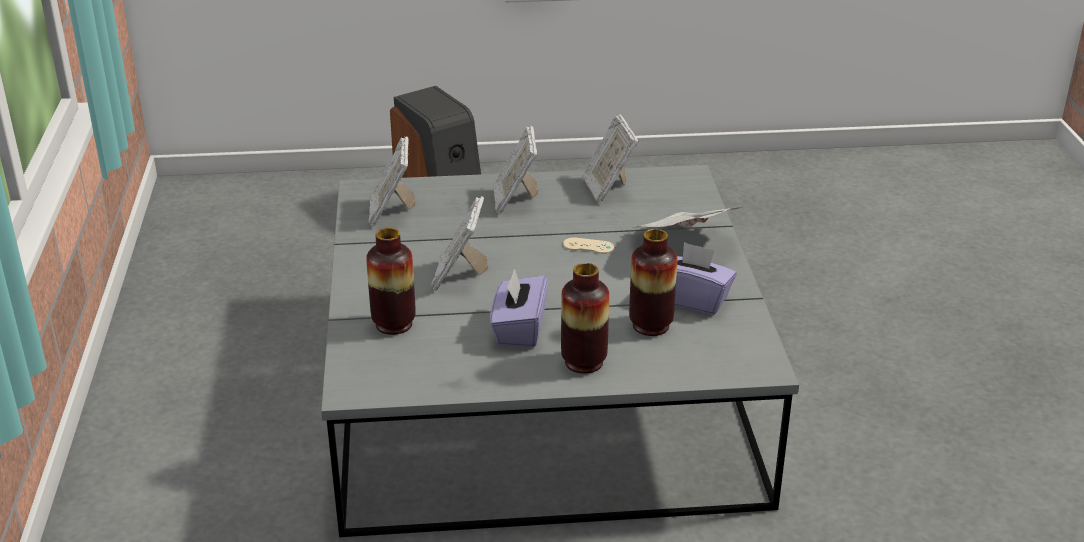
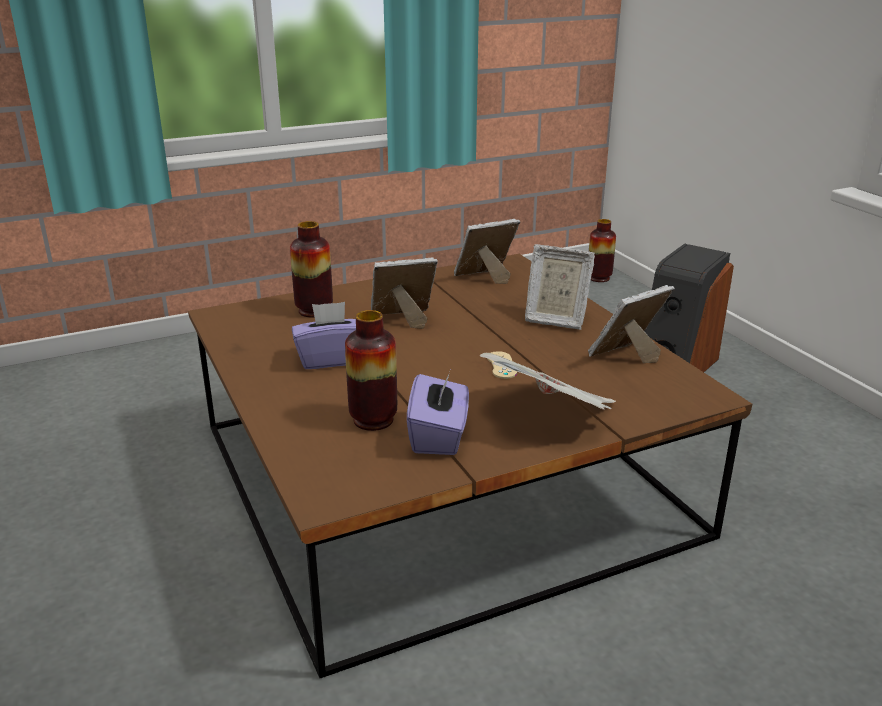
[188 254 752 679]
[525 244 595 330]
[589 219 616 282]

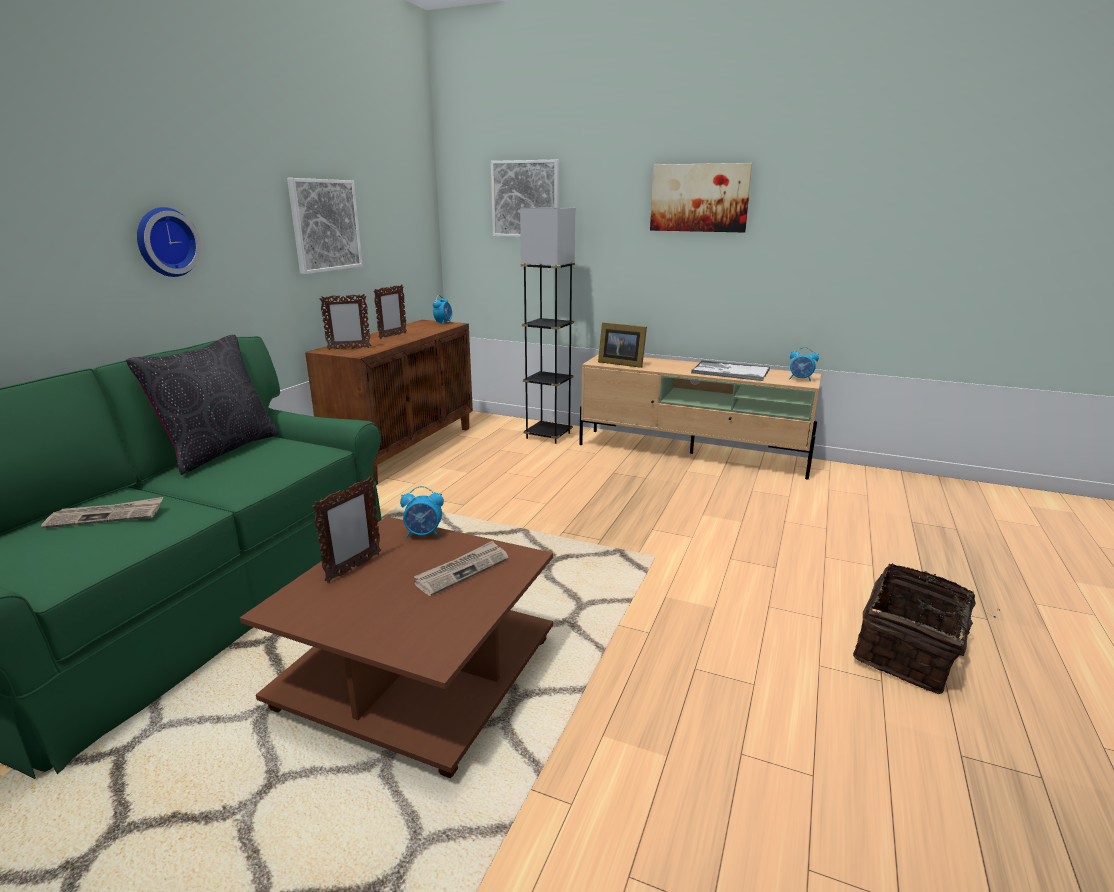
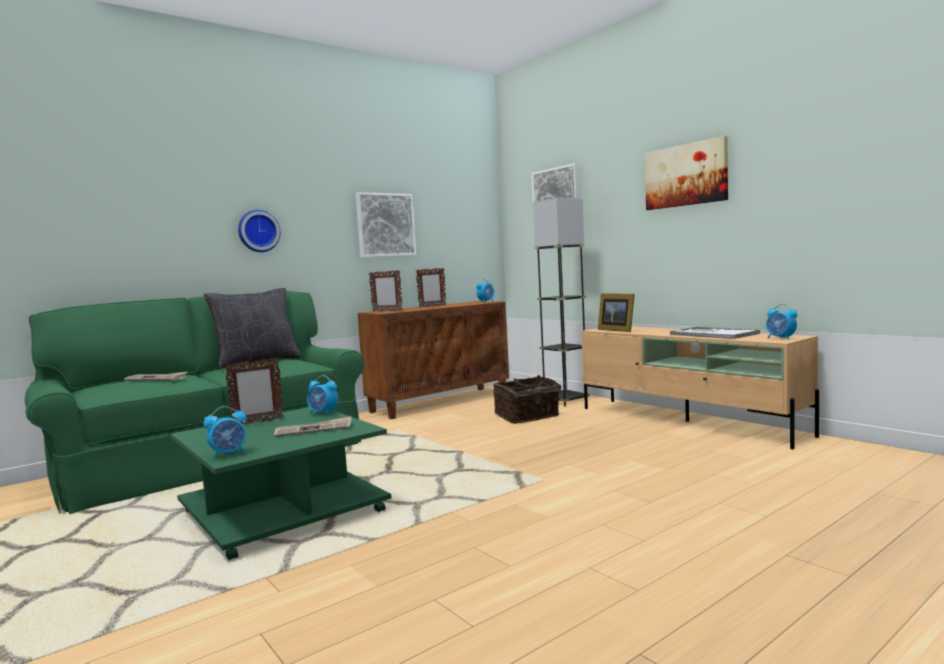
[171 407 391 560]
[493 375 564 424]
[203 406 246 459]

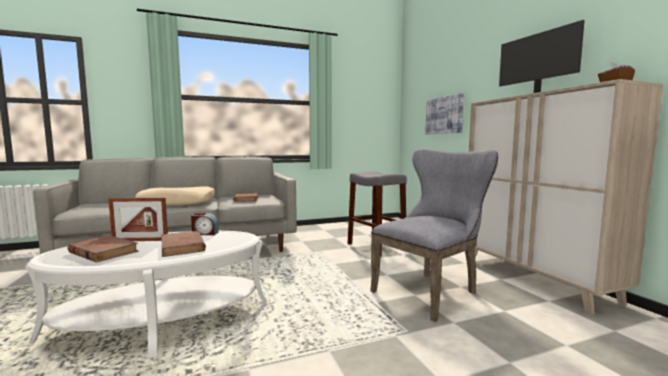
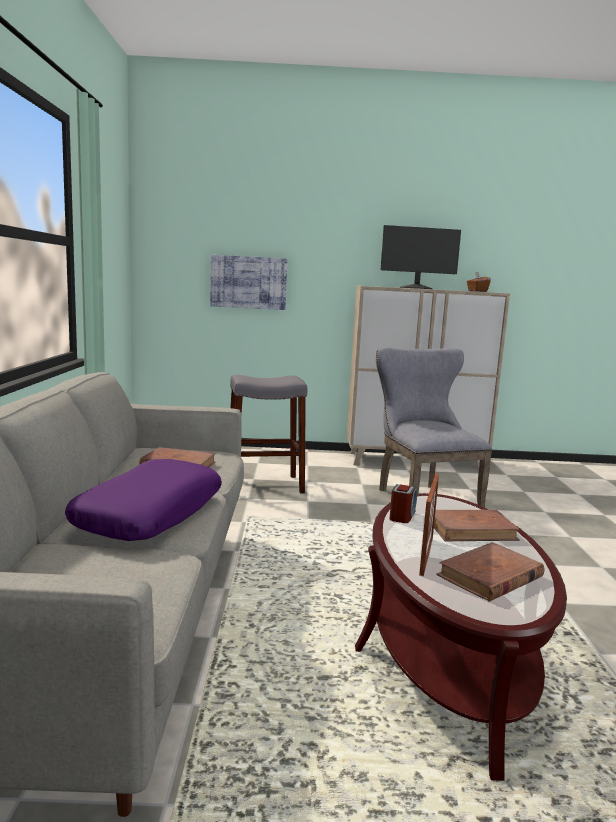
[355 493 567 781]
[65 459 222 541]

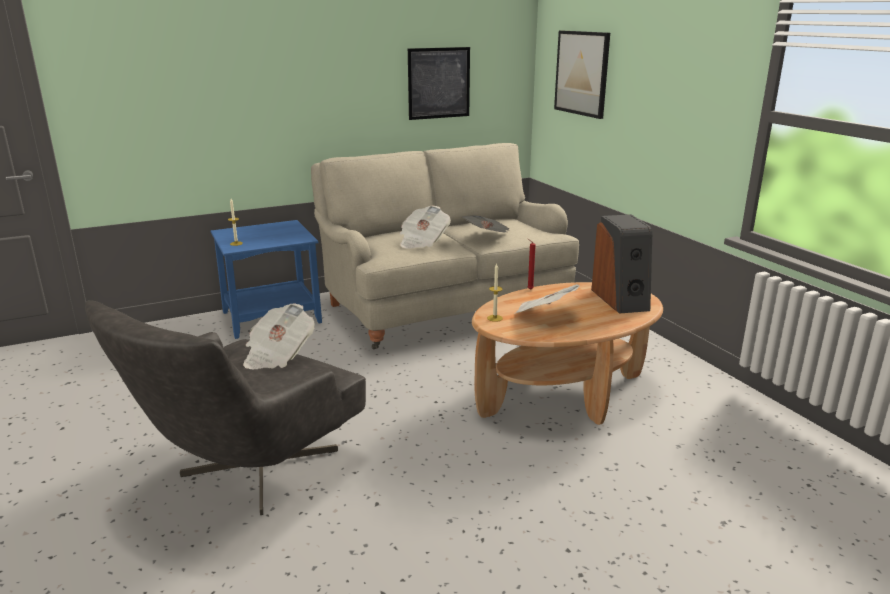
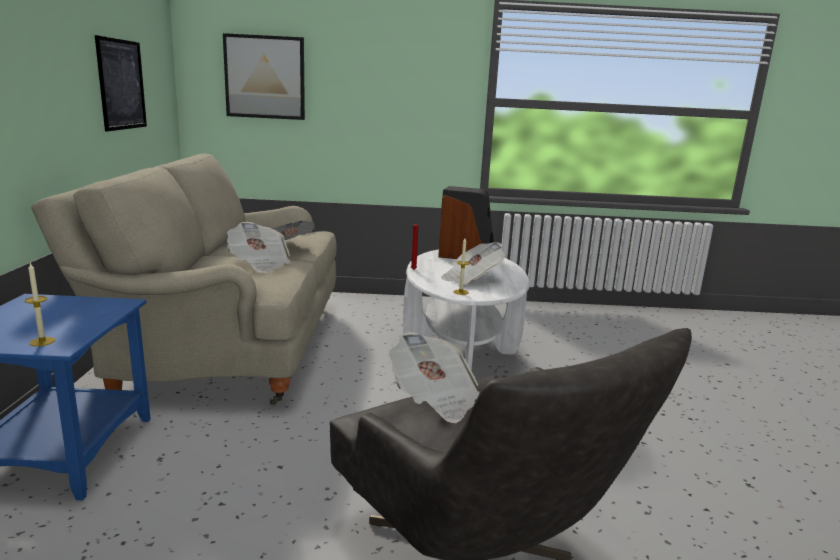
[403 249 530 370]

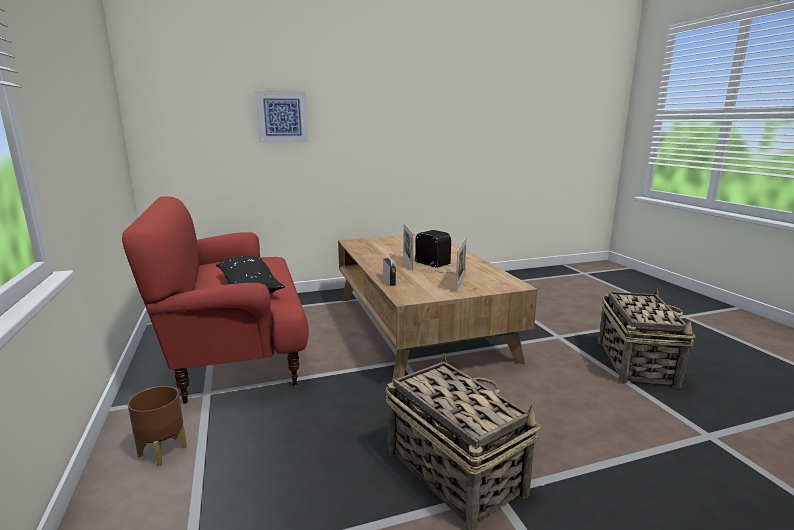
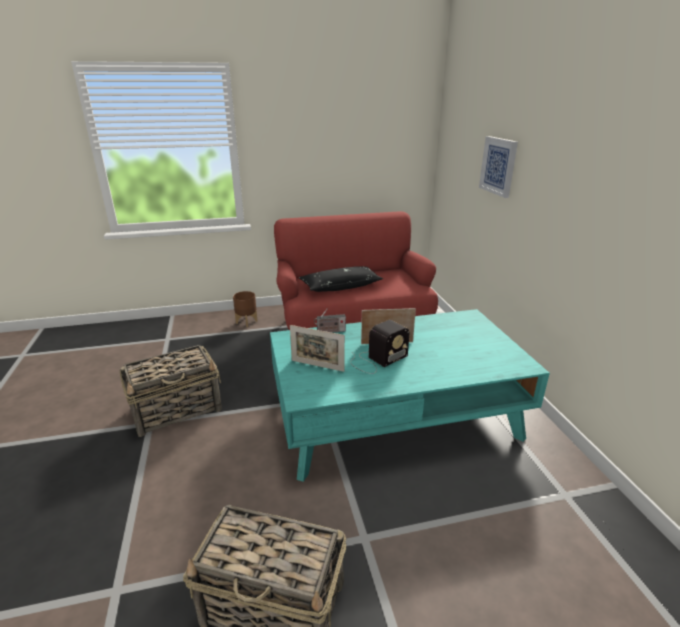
[270 309 550 482]

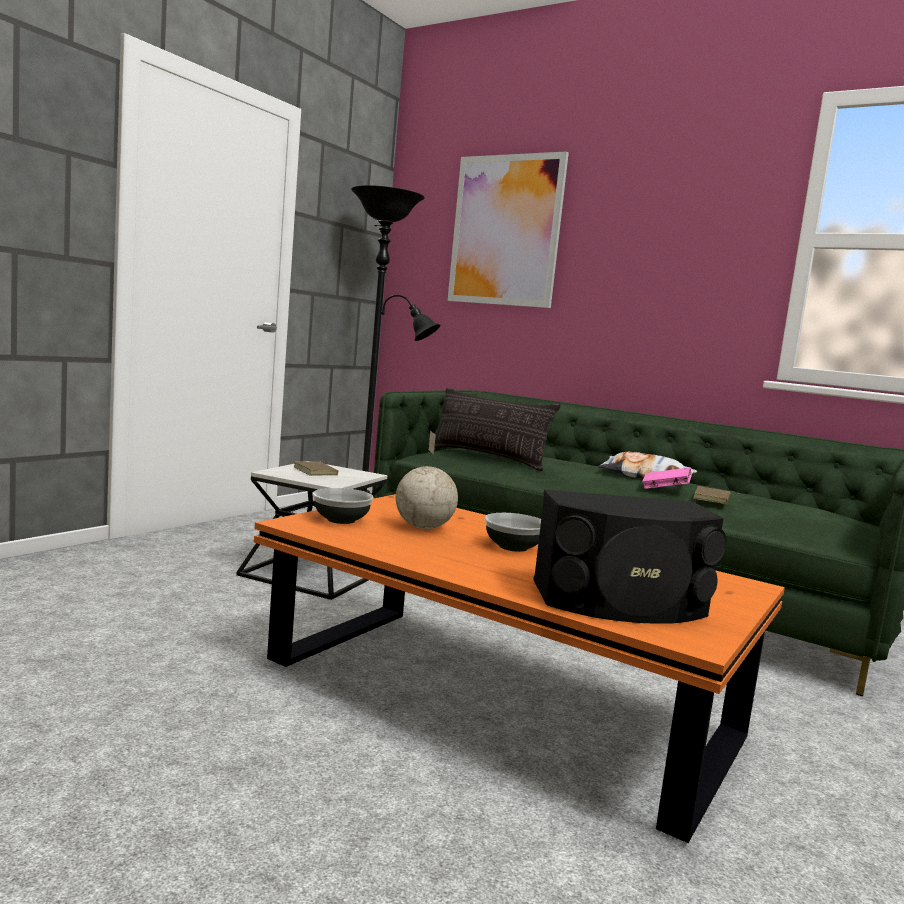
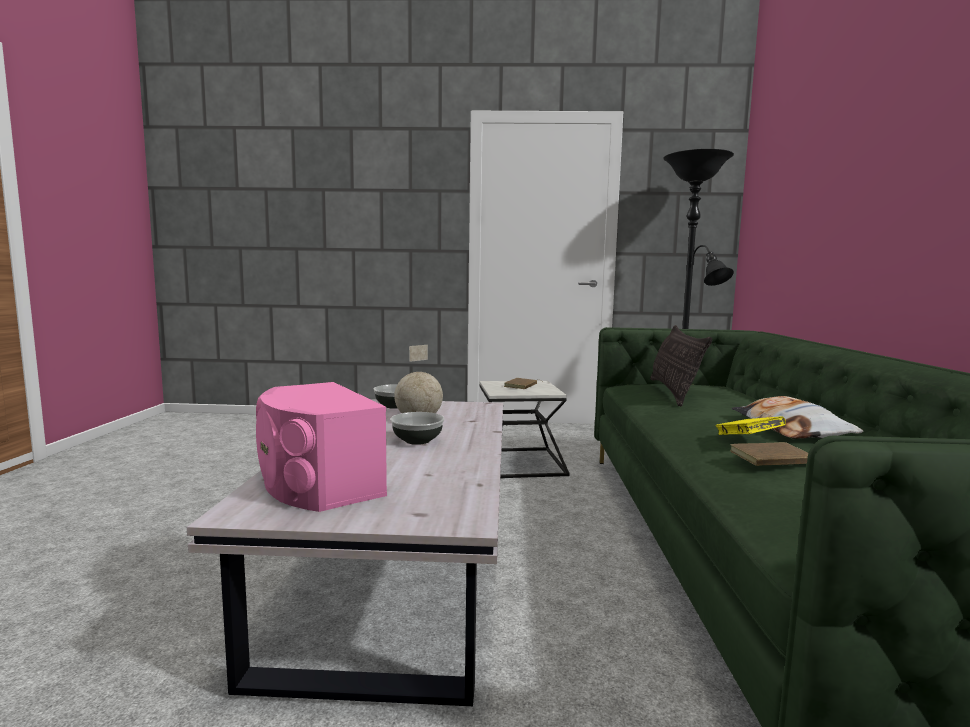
[187 399 503 706]
[447 151 569 308] (first image)
[256 382 387 512]
[716 416 786 435]

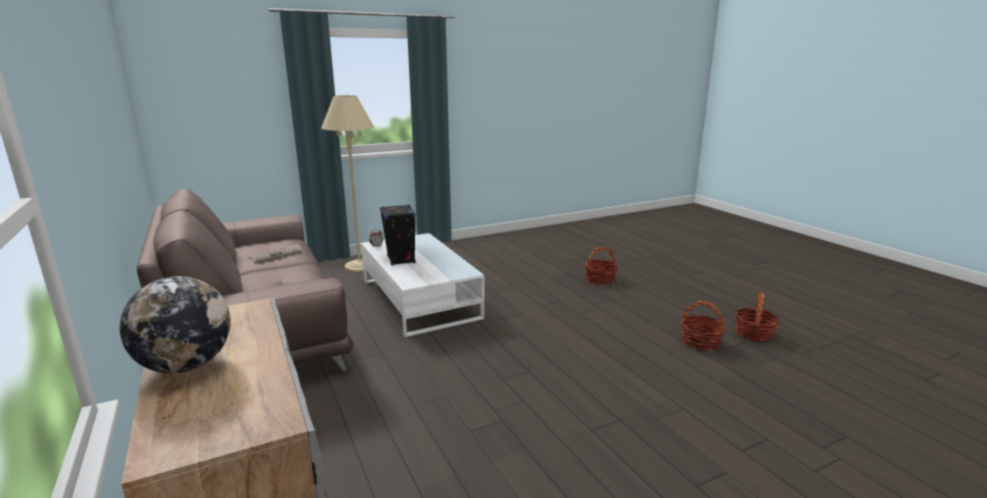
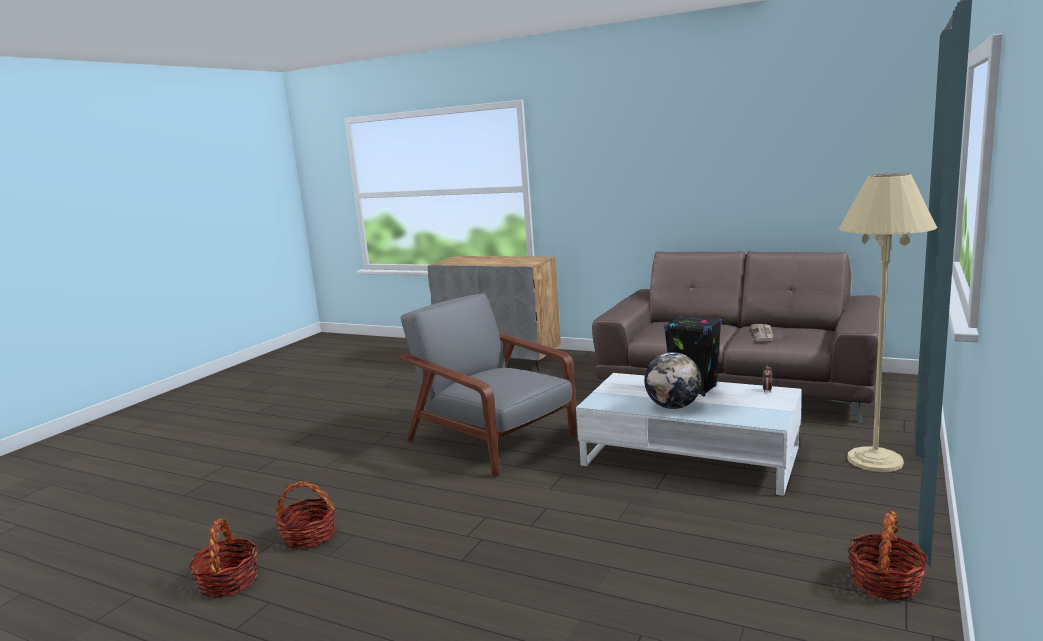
[644 352 702 409]
[847 511 928 600]
[398 293 577 477]

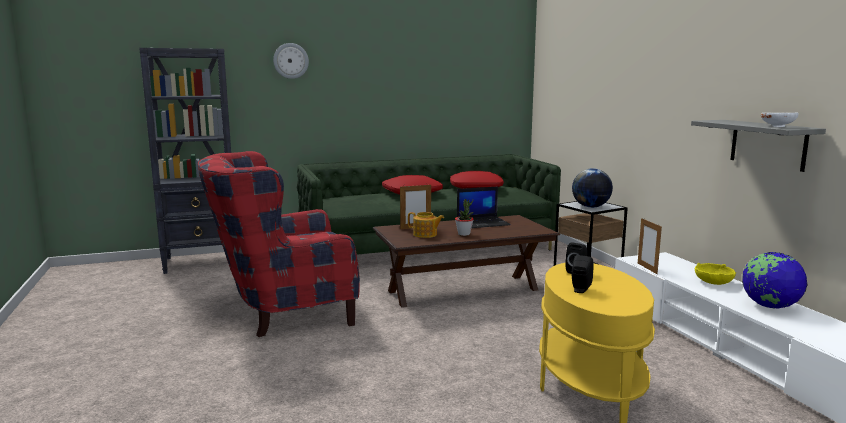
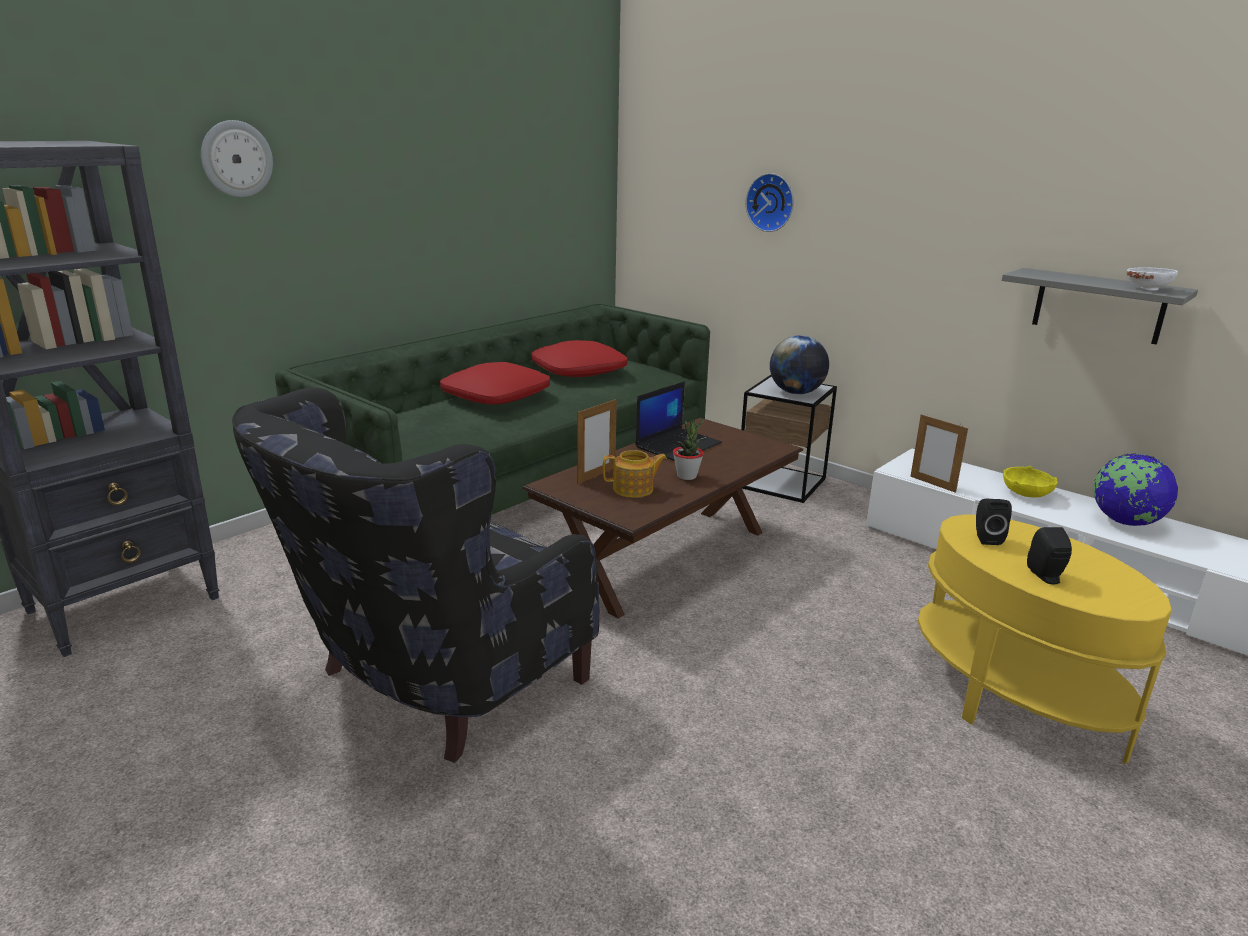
[232 387 599 763]
[745 173 794 232]

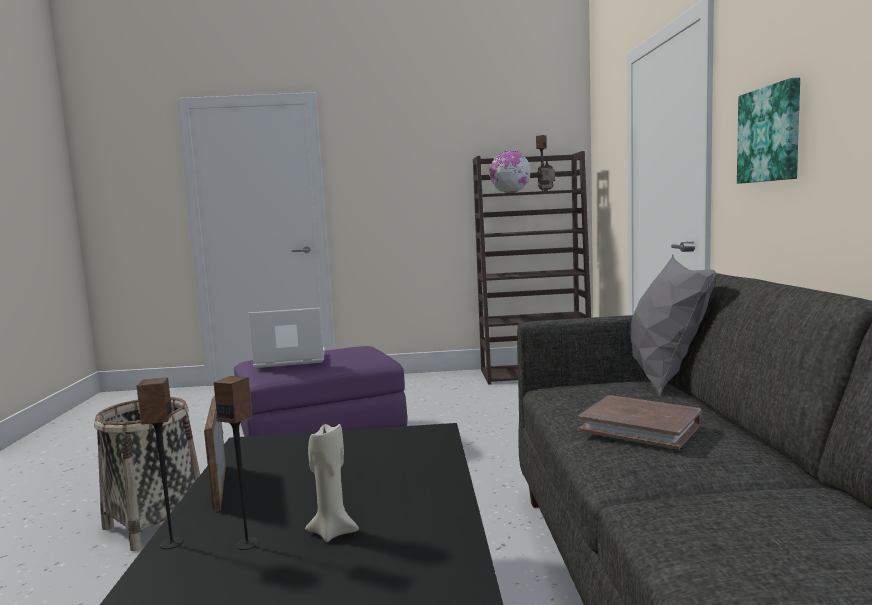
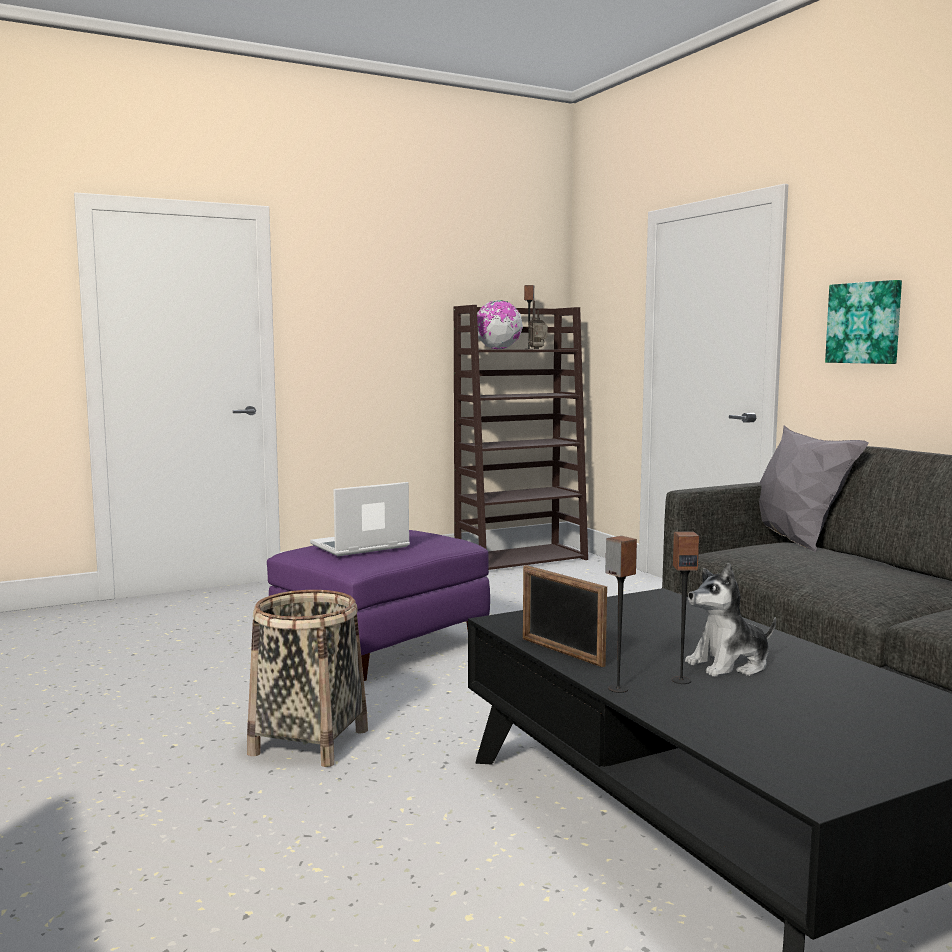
[685 563 776 677]
[578 395 702 449] (first image)

